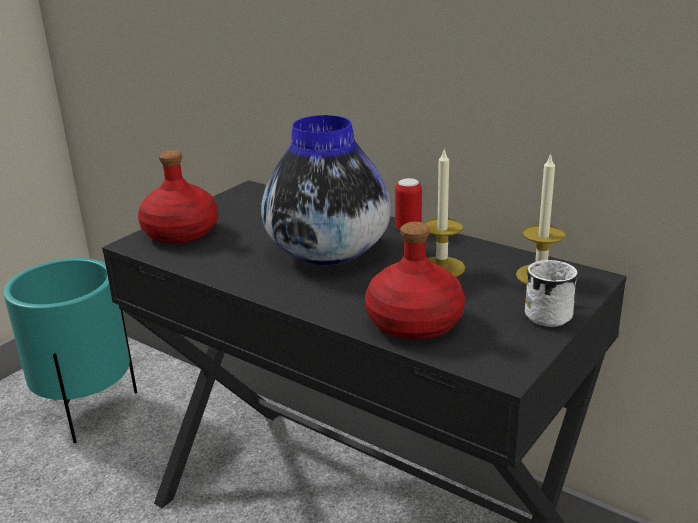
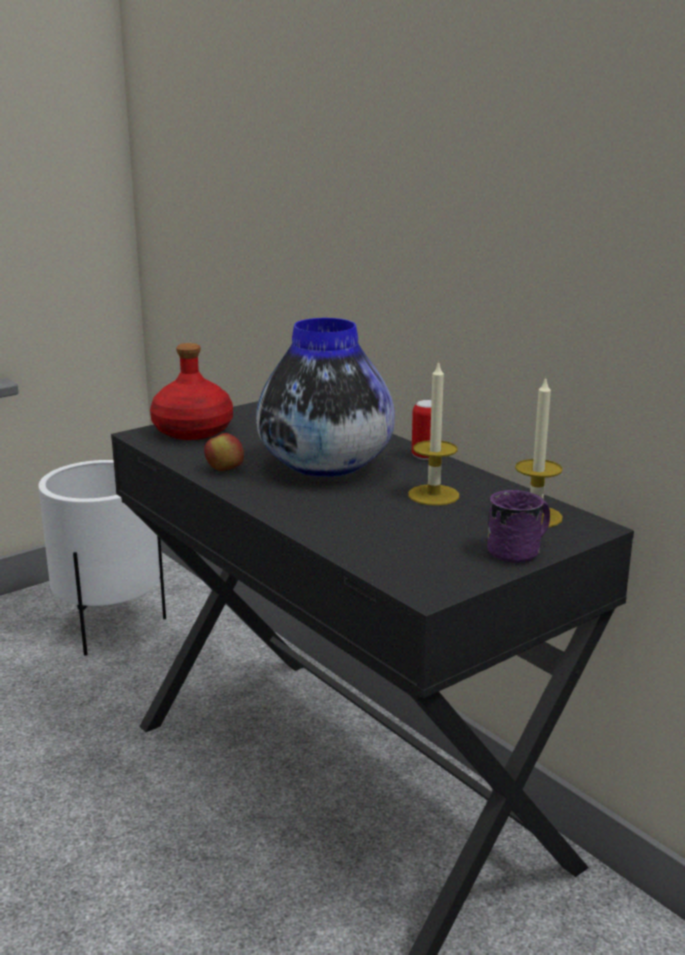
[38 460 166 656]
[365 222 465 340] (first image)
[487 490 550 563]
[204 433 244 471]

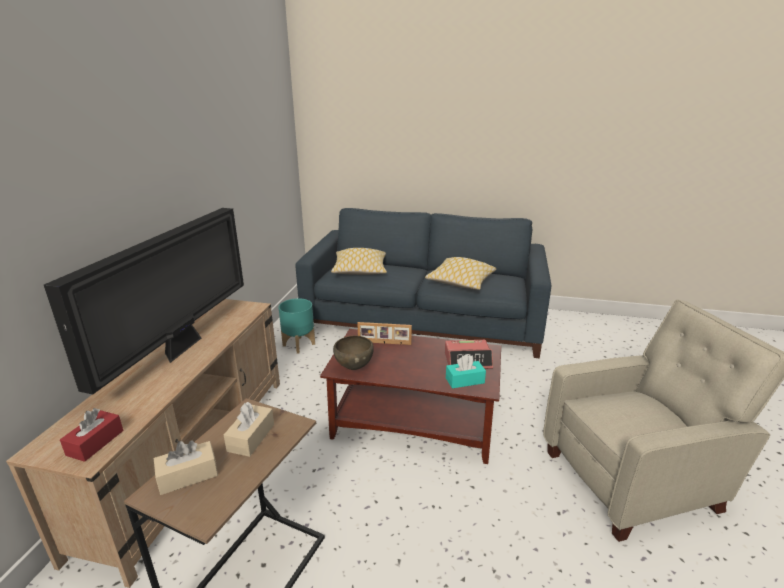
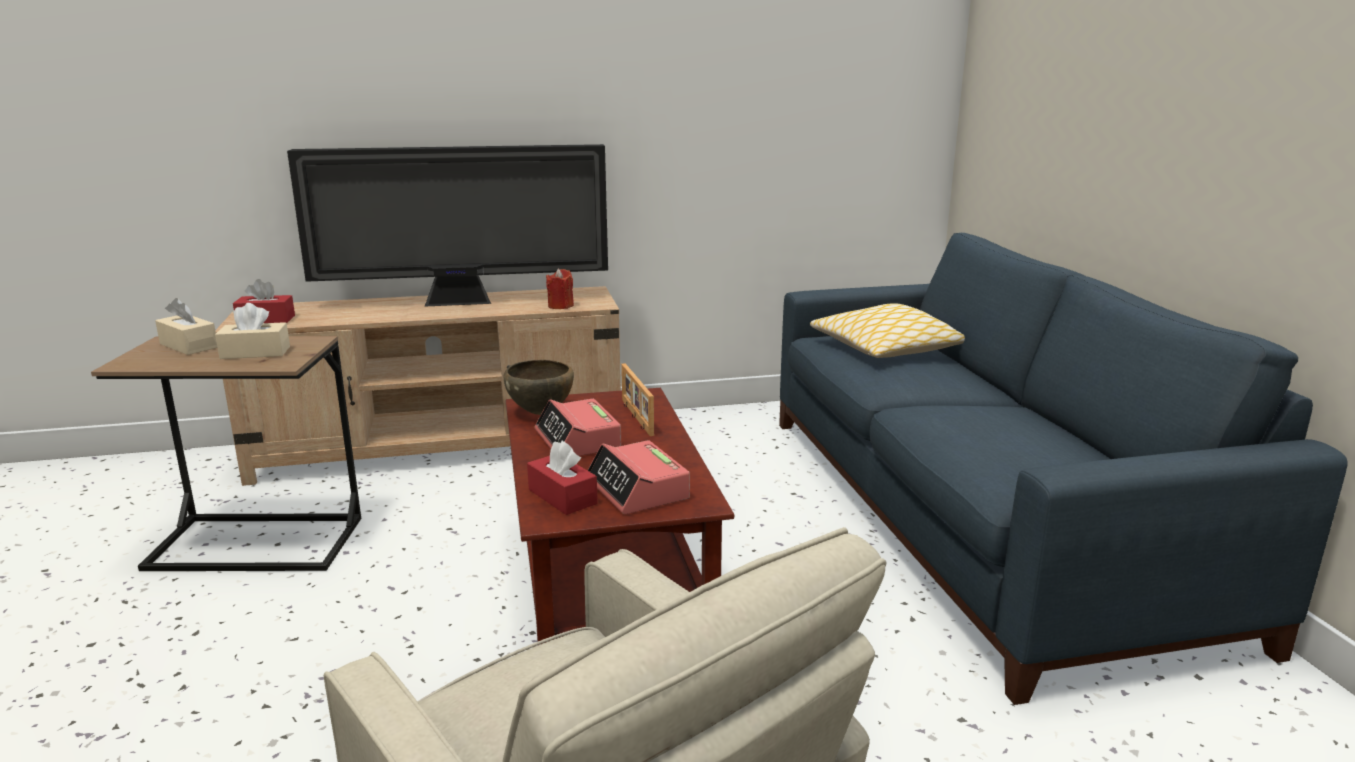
[278 298 315 353] (first image)
[425 257 496 290] (first image)
[527 440 598 515]
[535 399 621 456]
[546 269 574 309]

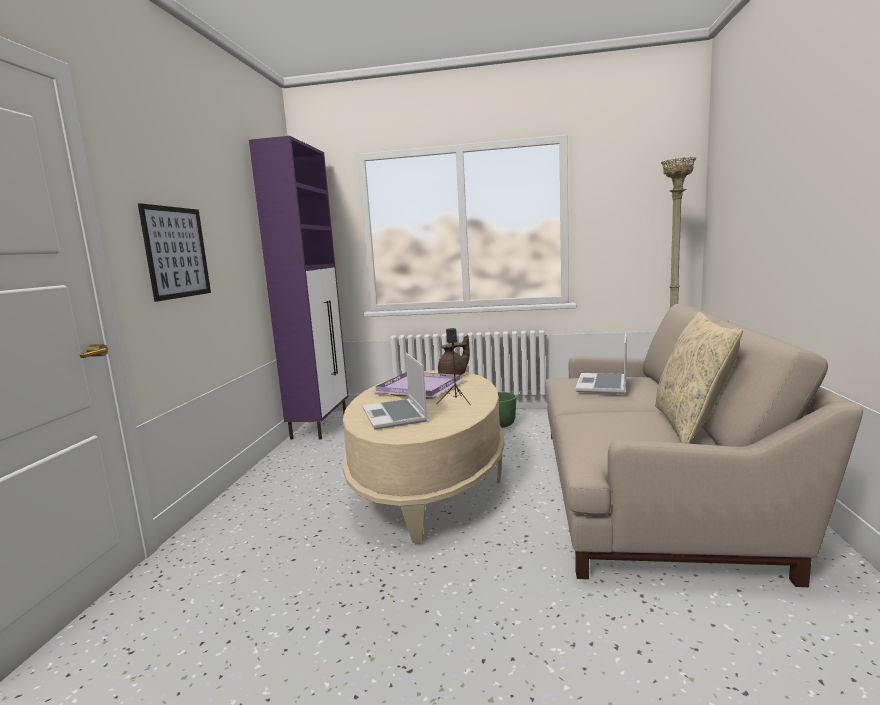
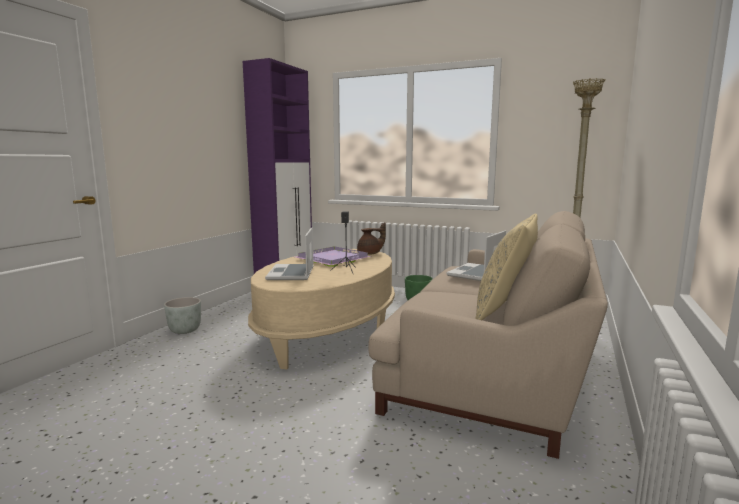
[138 203 211 302] (first image)
[164 297 201 334]

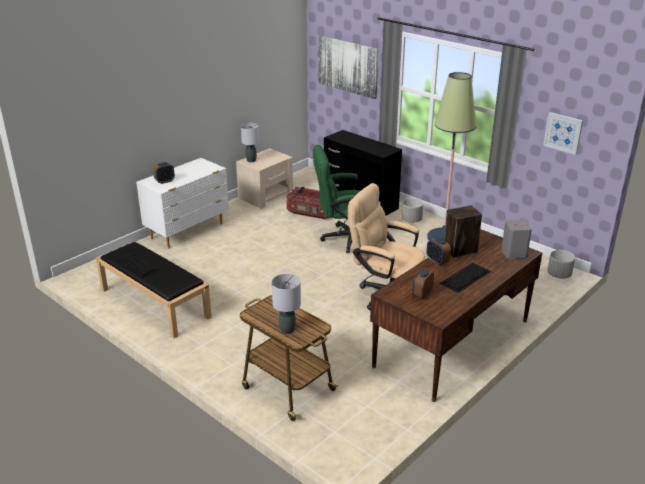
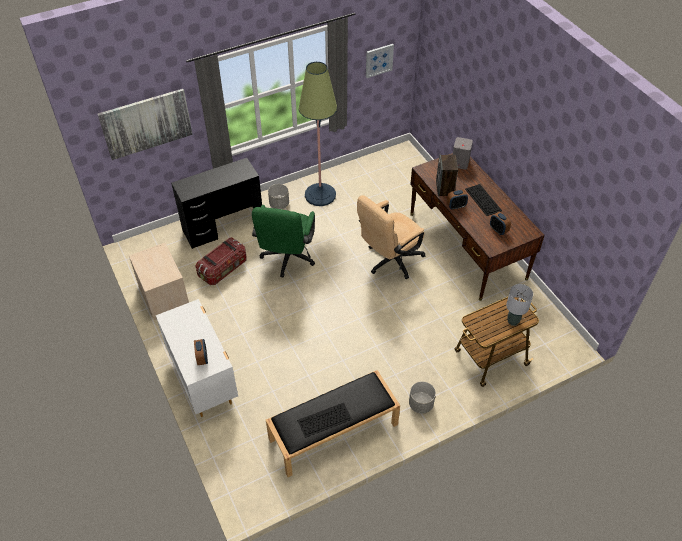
[241 123 259 162] (first image)
[409 381 436 414]

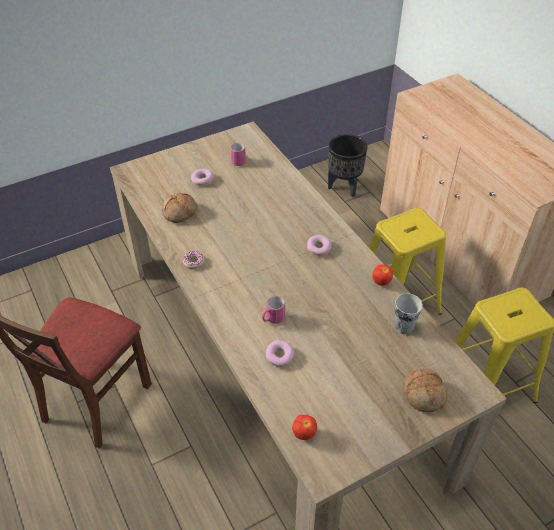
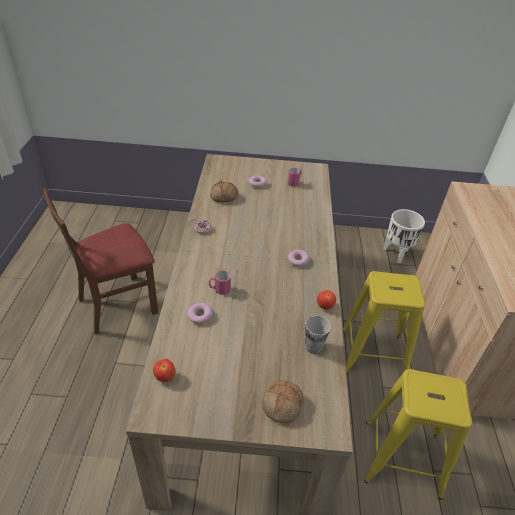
[383 209 425 263]

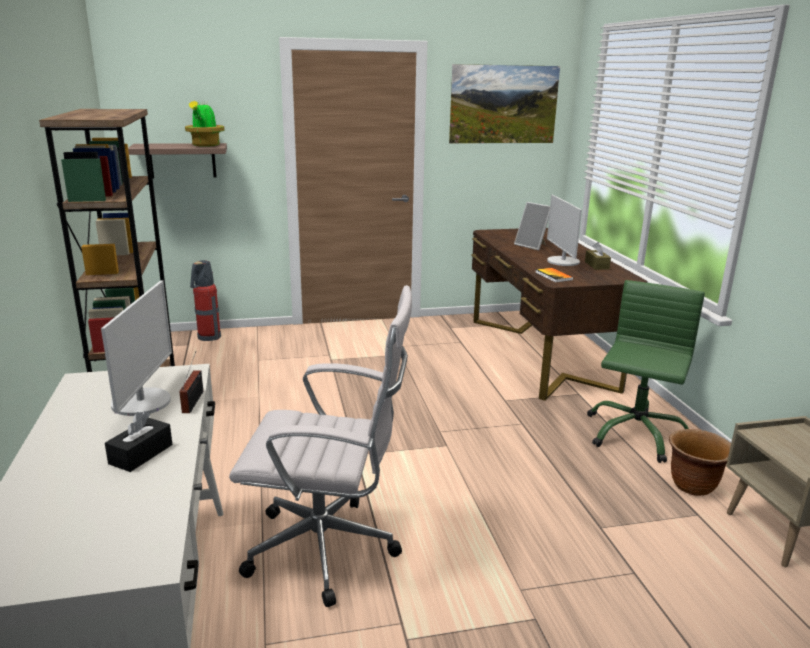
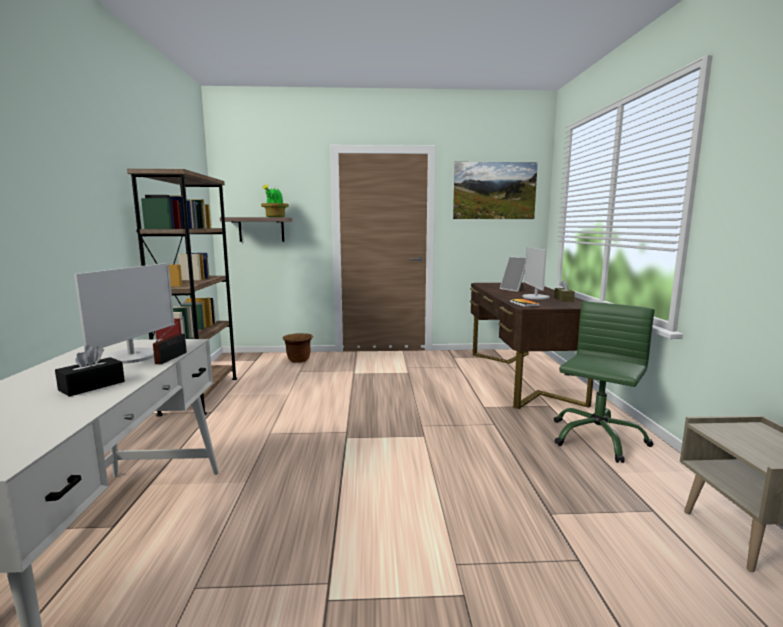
[190 260 221 341] (first image)
[229 285 412 607] (first image)
[283 333 313 363]

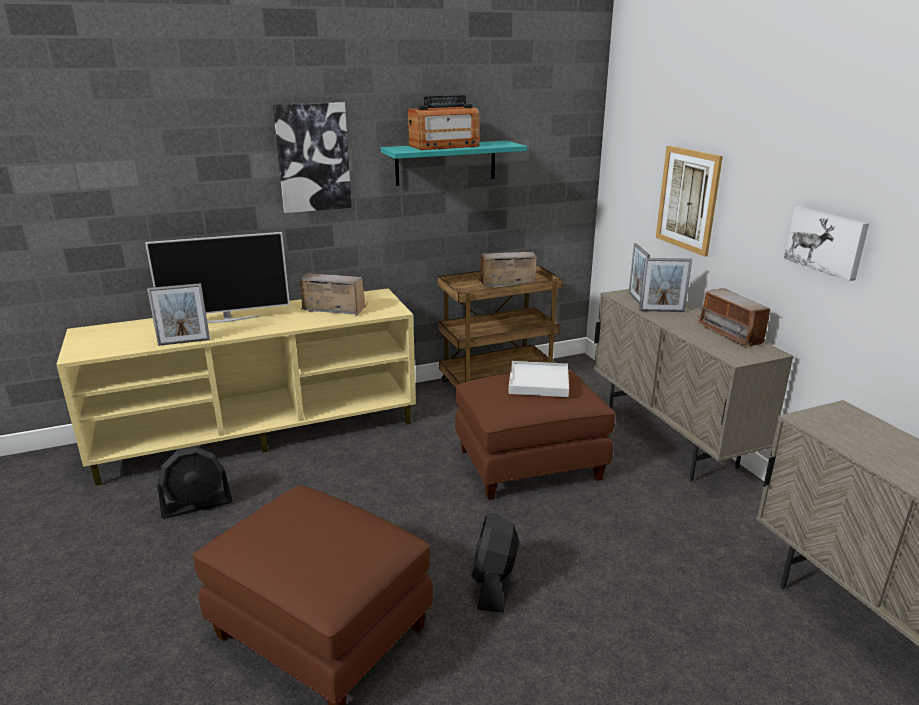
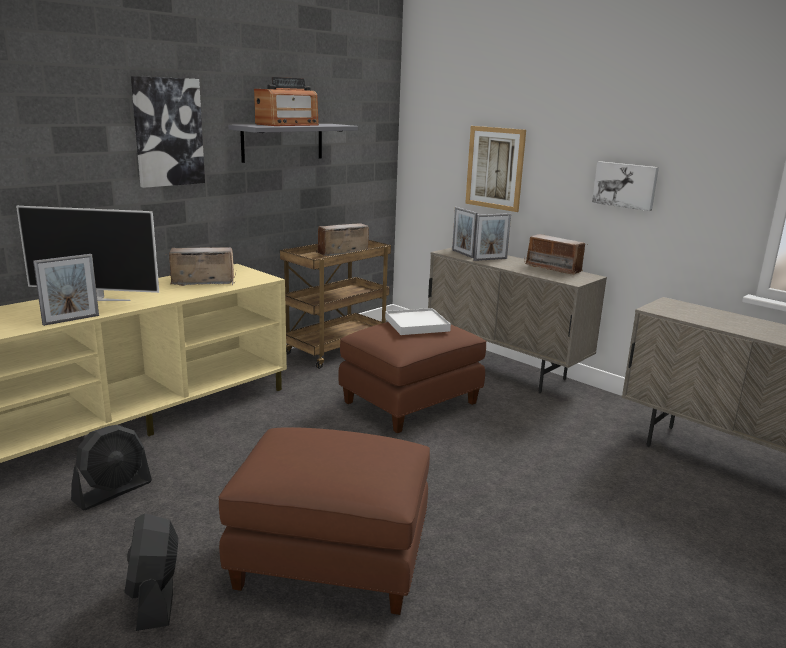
[16 206 159 301]
[228 124 358 163]
[124 513 178 631]

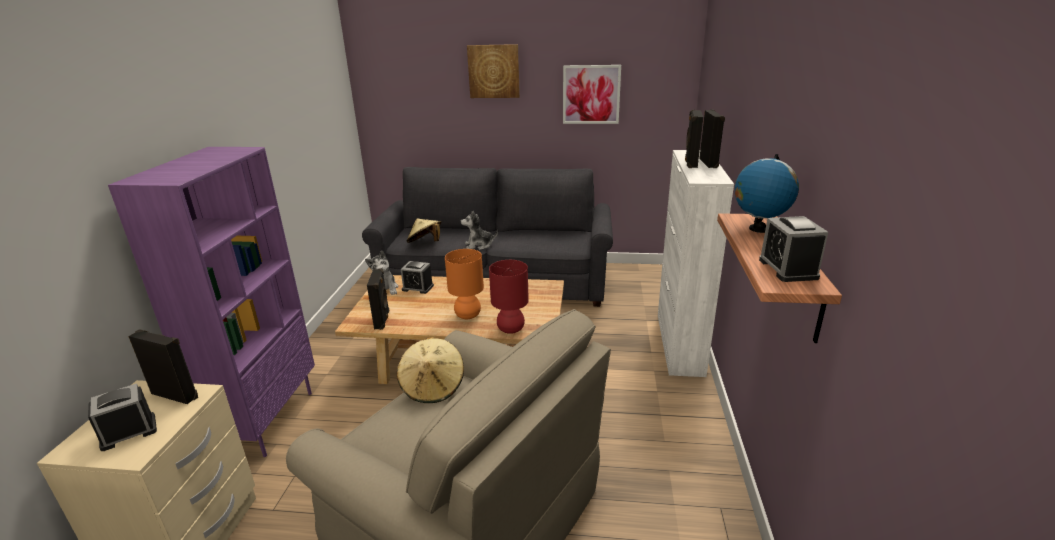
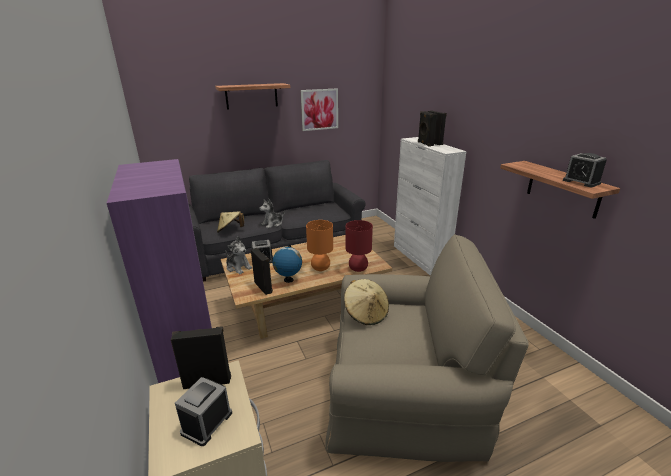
[215 83 290 109]
[272 244 302 283]

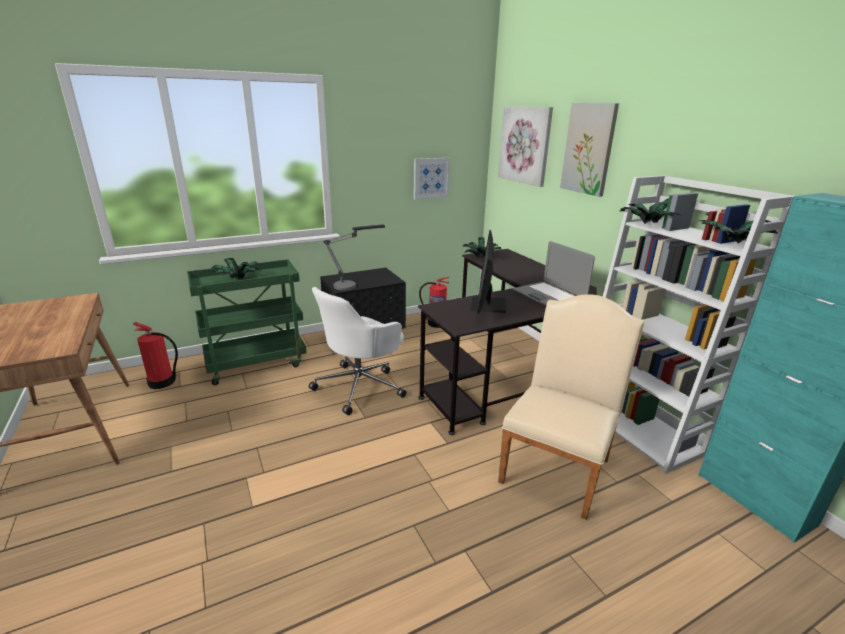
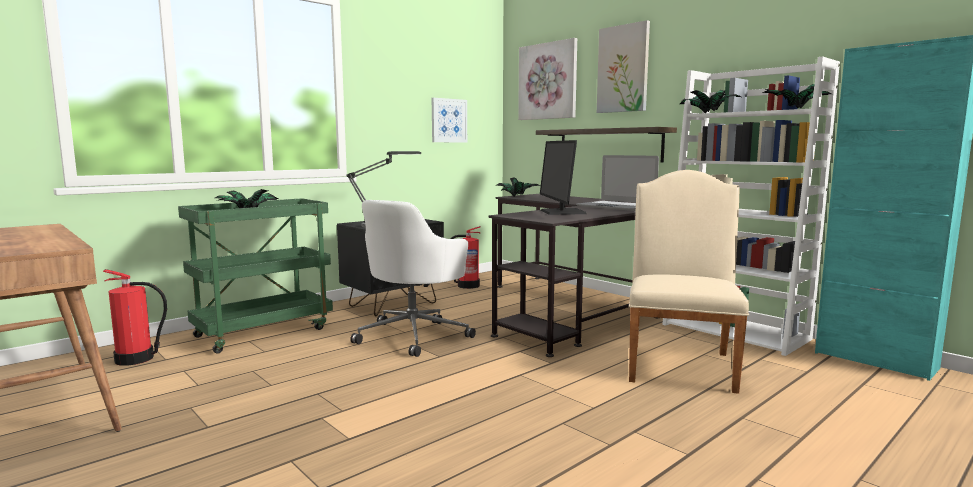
[536 127 677 162]

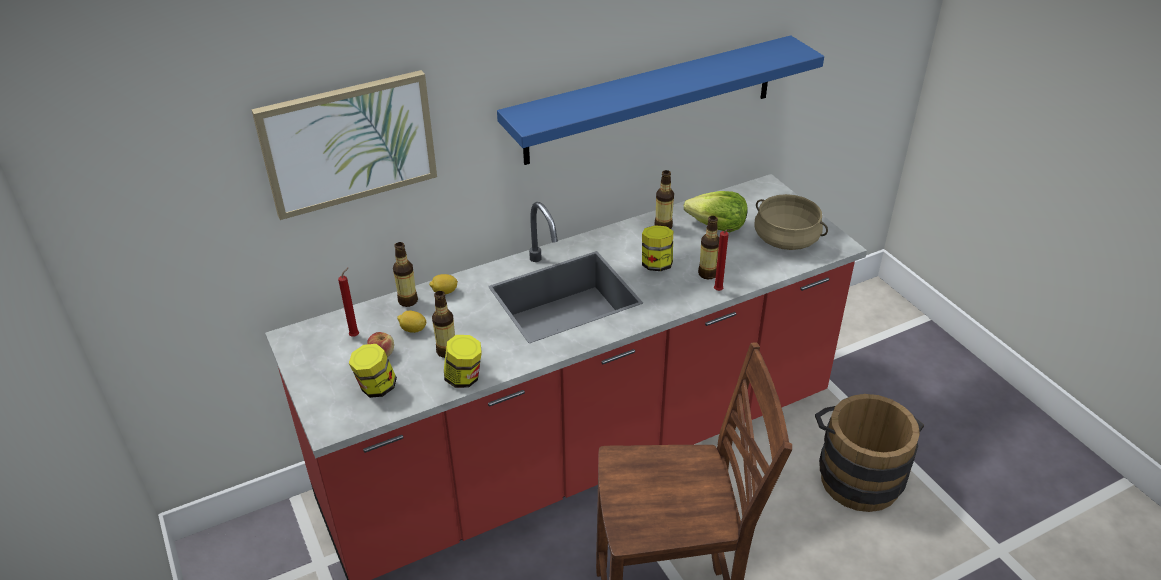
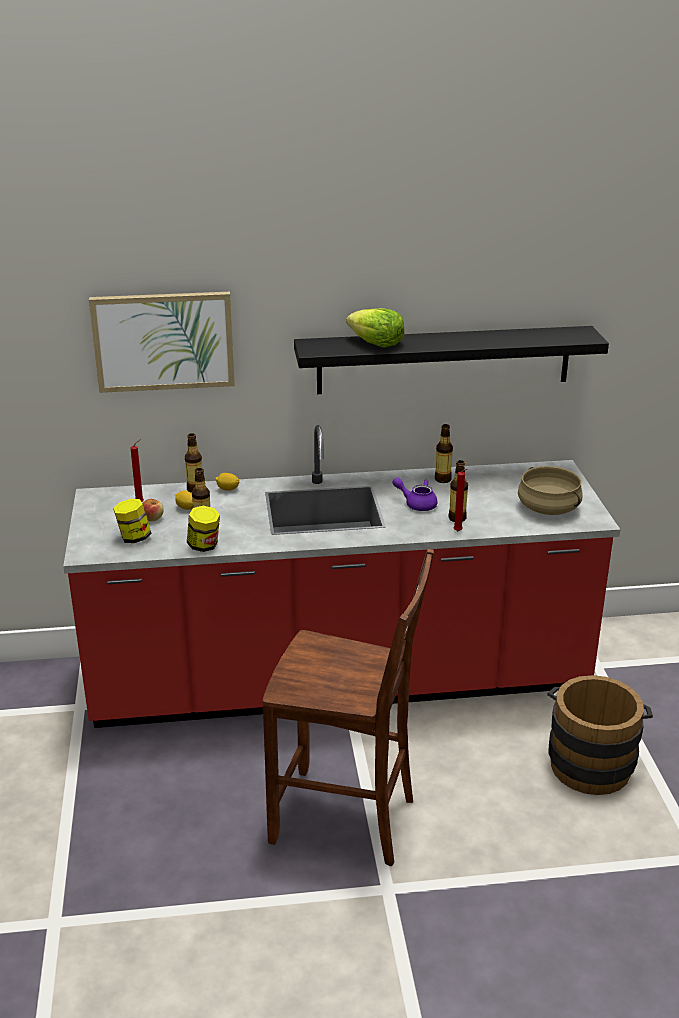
[294 326 609 394]
[393 477 437 511]
[346 308 404 348]

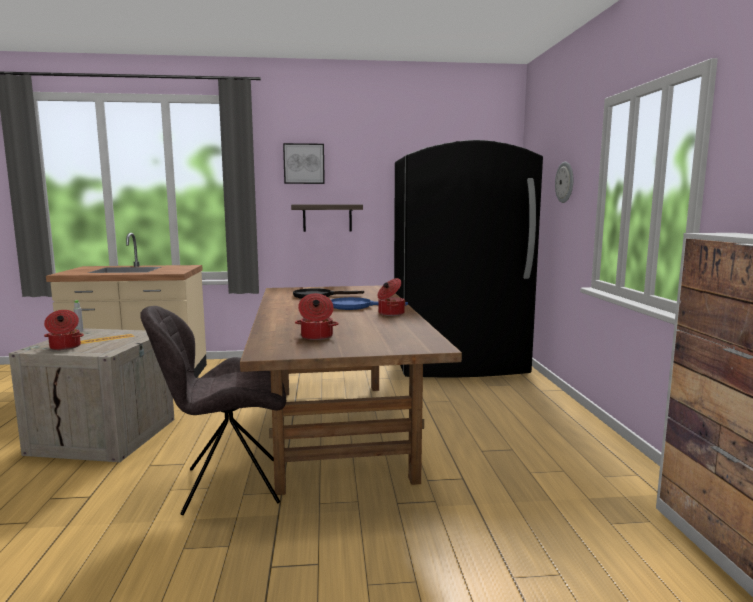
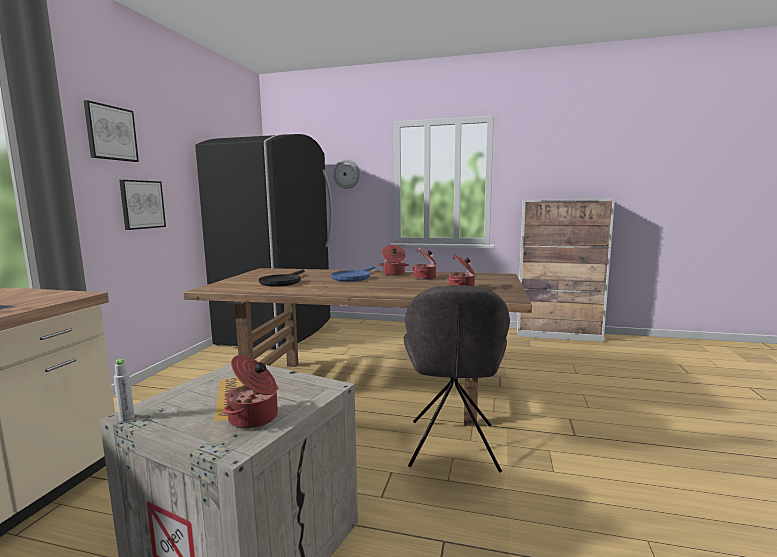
[119 180 166 230]
[412 248 436 280]

